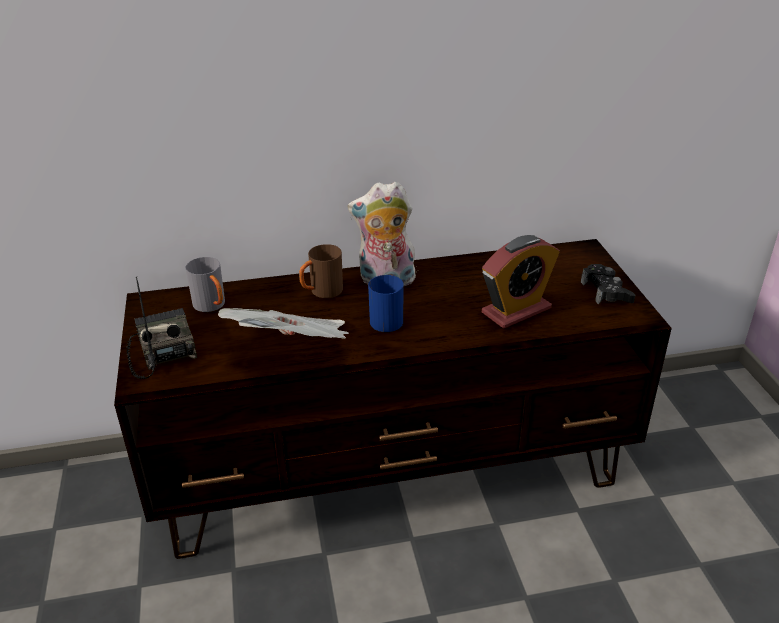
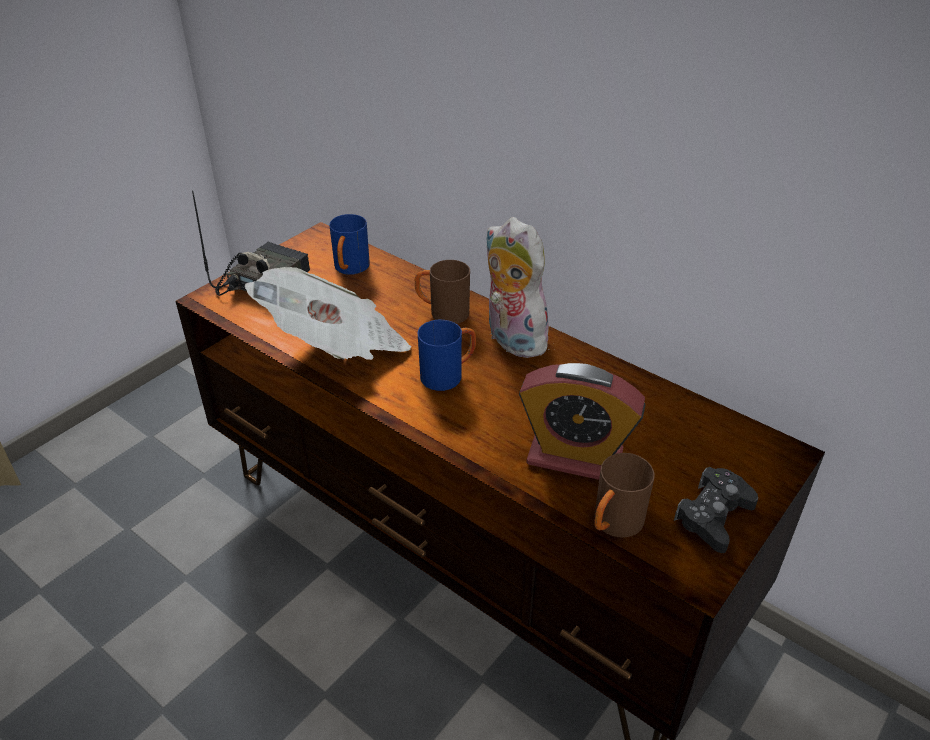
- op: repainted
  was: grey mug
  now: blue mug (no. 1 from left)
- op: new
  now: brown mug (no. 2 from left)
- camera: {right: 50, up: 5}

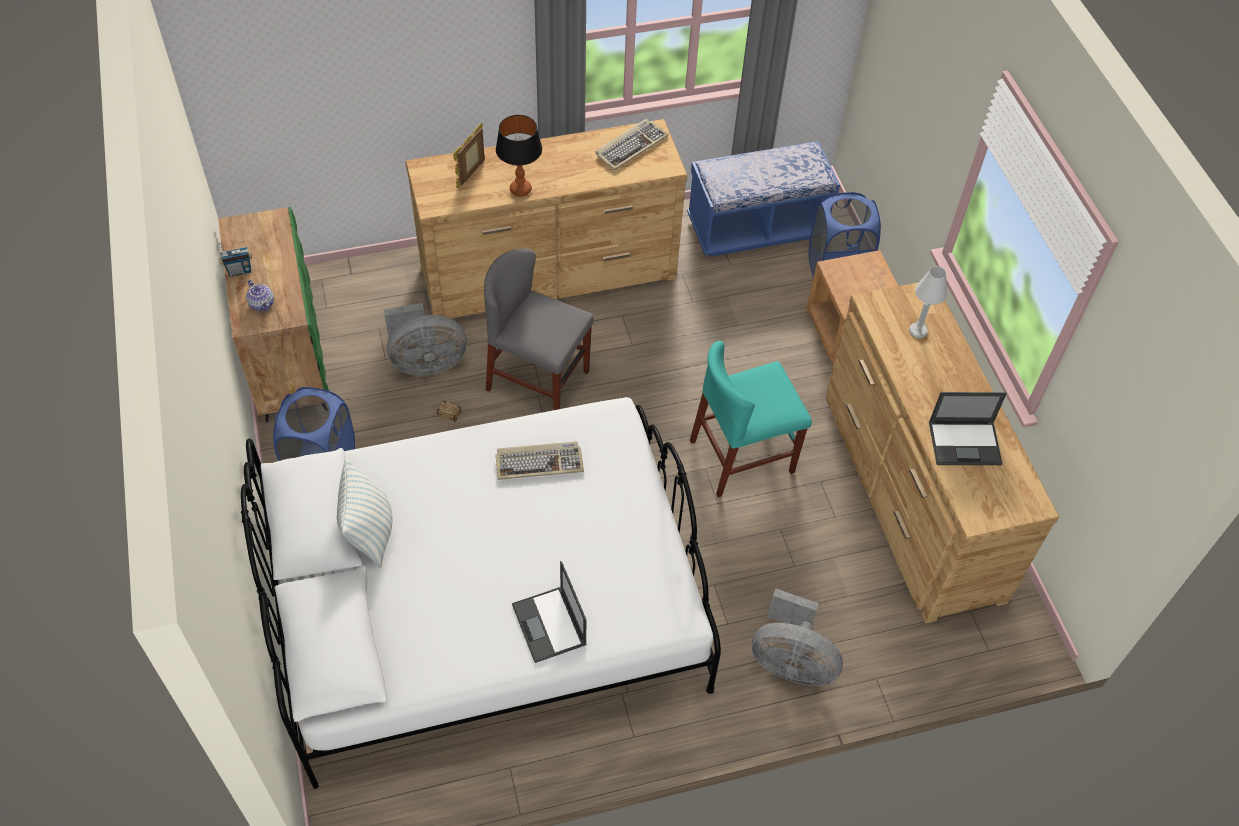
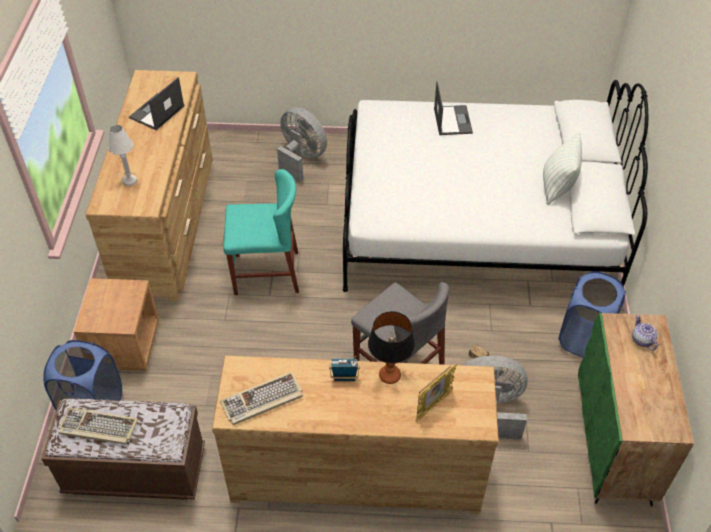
- op: repainted
  was: blue bench
  now: brown bench
- op: shifted
  was: keyboard (no. 1 from left)
- op: rotated
  was: laptop (no. 2 from left in the first image)
  clockwise: -75
- op: shifted
  was: radio
- camera: {right: -160, up: -5}

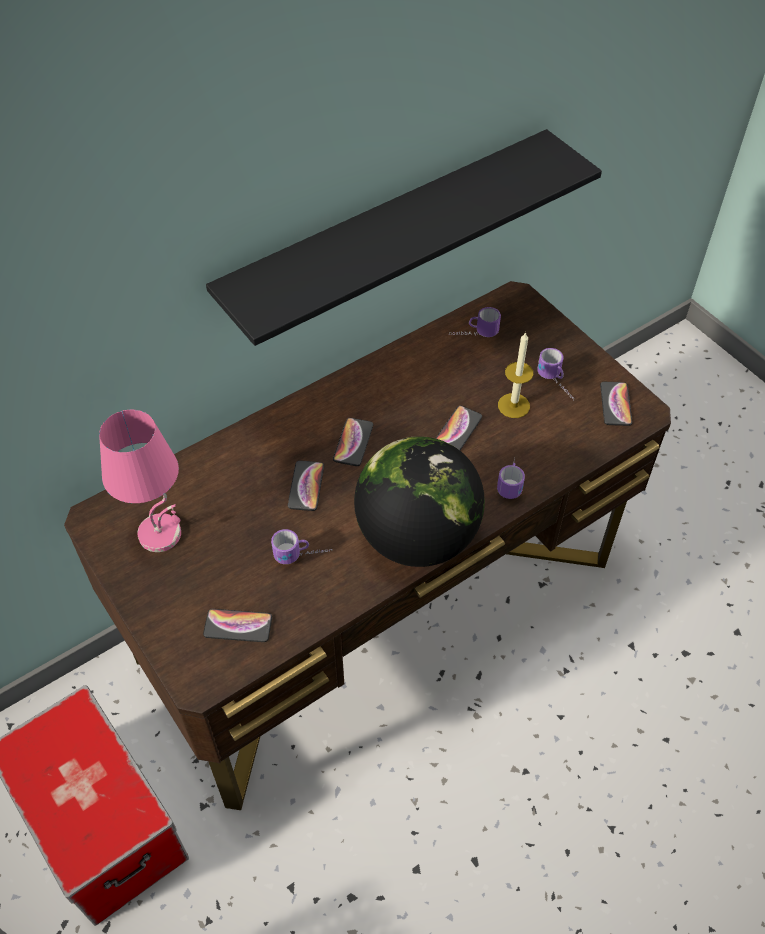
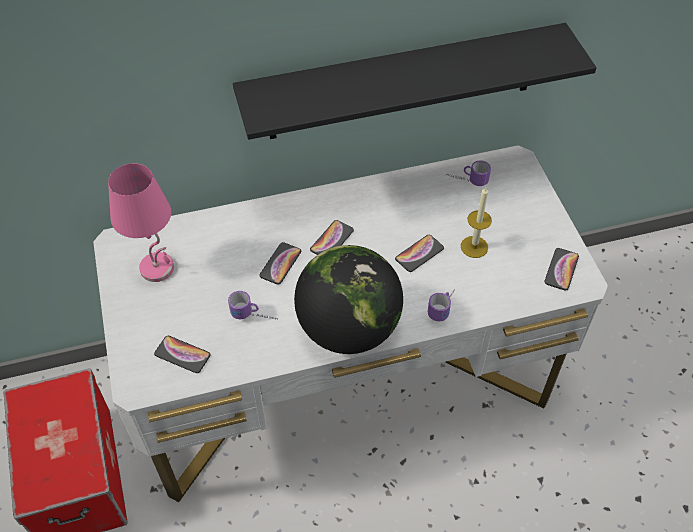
- op: repainted
  was: brown desk
  now: white desk
- op: gone
  was: mug (no. 4 from left)
- camera: {right: 20, up: 0}

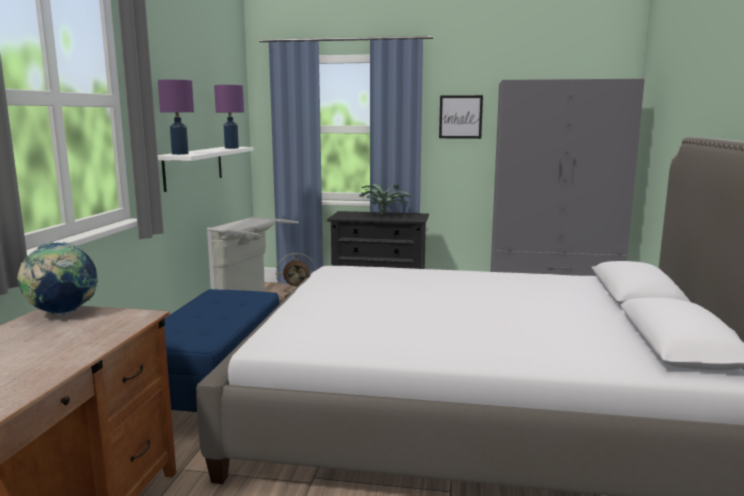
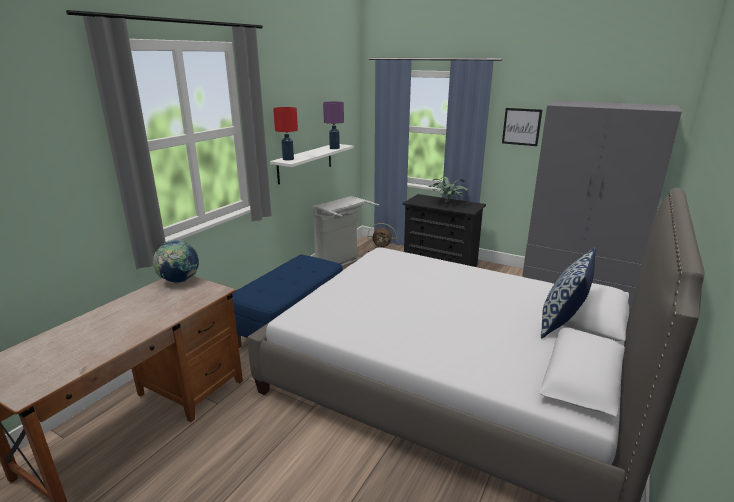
- op: repainted
  was: purple table lamp (no. 1 from left)
  now: red table lamp
- op: new
  now: pillow
- camera: {right: 20, up: 10}

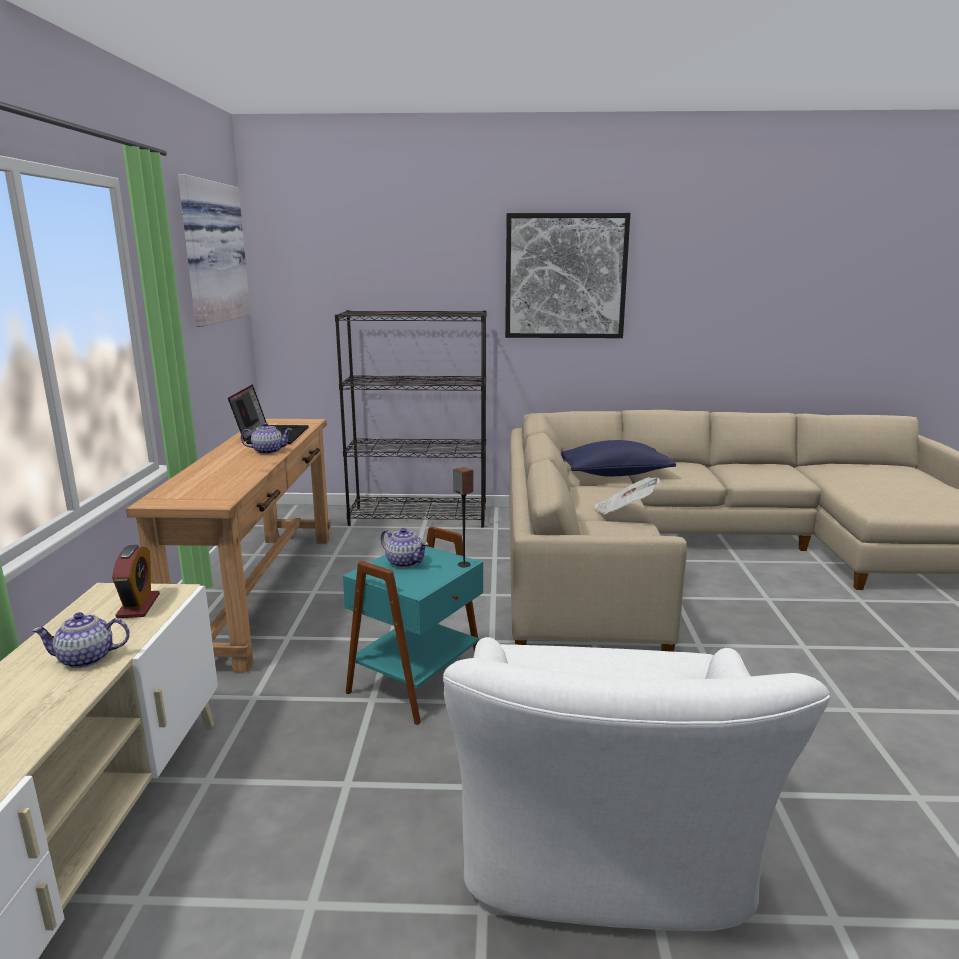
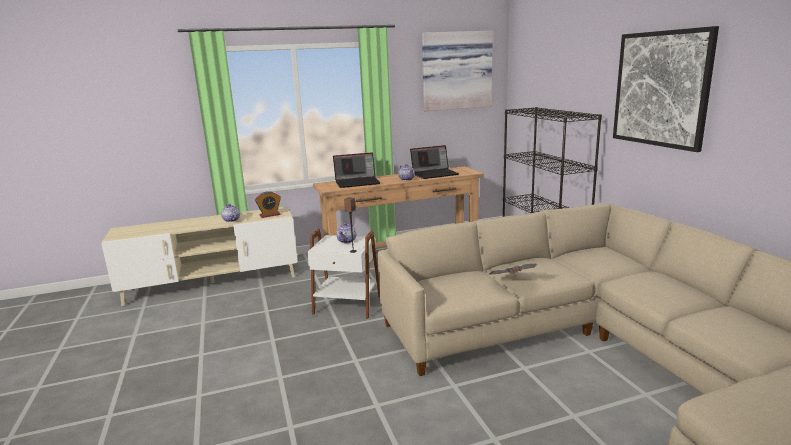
- op: repainted
  was: turquoise side table
  now: white side table
- op: new
  now: laptop (no. 1 from left)
- op: gone
  was: white armchair
- op: gone
  was: blue pillow
- camera: {right: 70, up: 0}

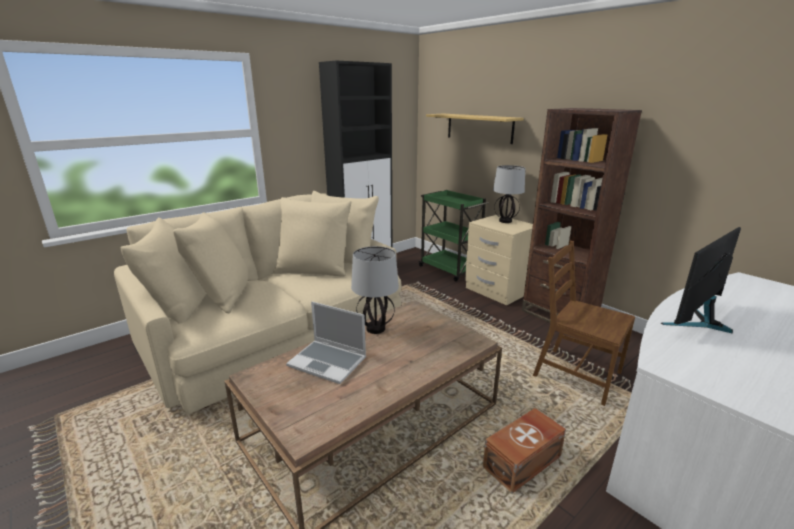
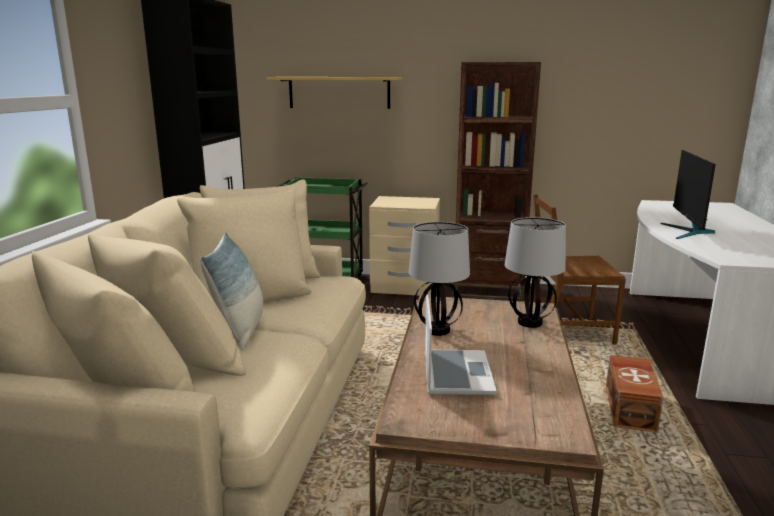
- op: new
  now: pillow
- op: rotated
  was: laptop
  clockwise: -75
- op: shifted
  was: table lamp (no. 2 from left)
- camera: {right: -40, up: -5}

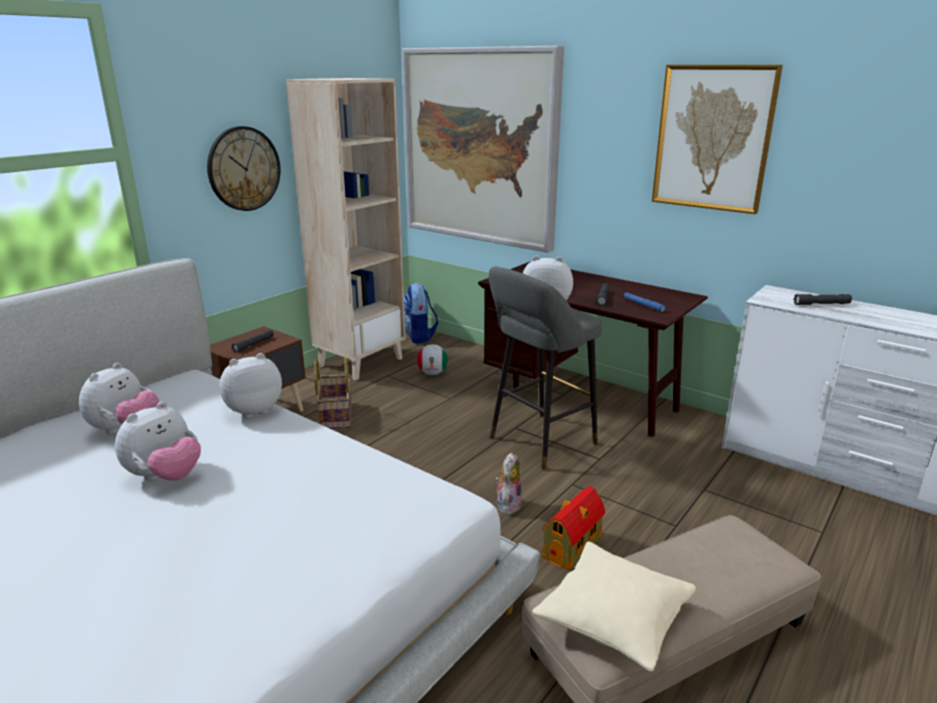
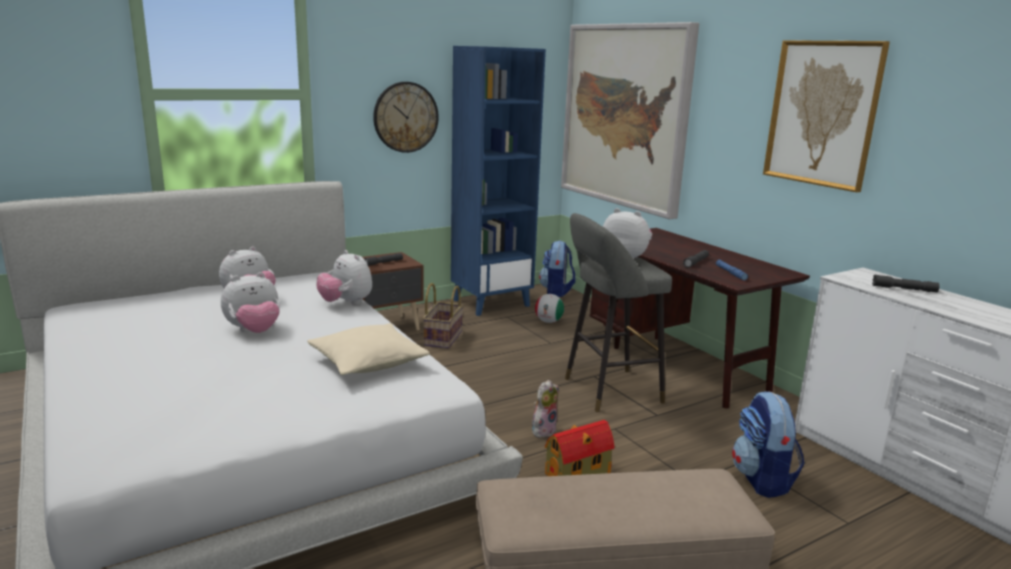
- op: shifted
  was: beige pillow
- op: rotated
  was: plush toy (no. 3 from left)
  clockwise: -120
- op: repainted
  was: beige bookcase
  now: blue bookcase
- op: new
  now: backpack (no. 2 from left)
- camera: {right: 20, up: -5}

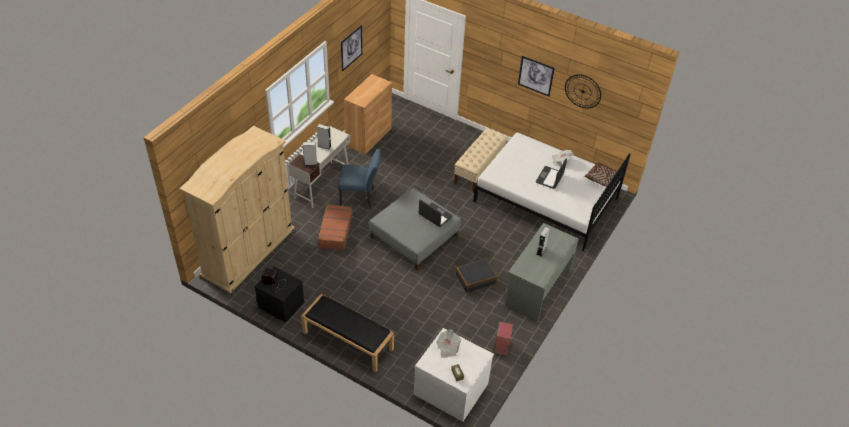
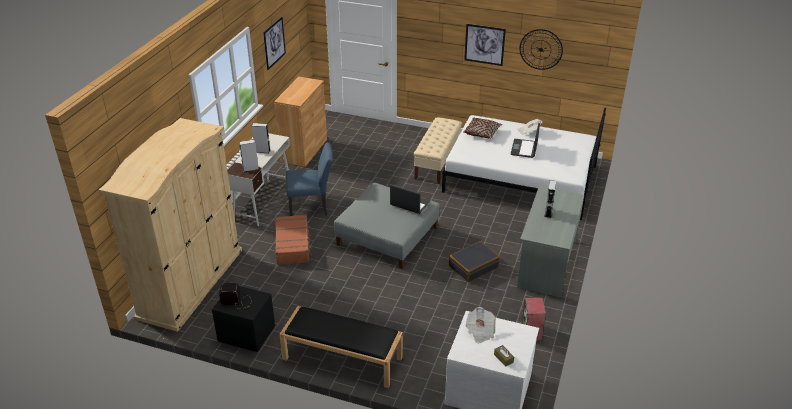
- op: shifted
  was: brown pillow
- camera: {right: -10, up: -10}

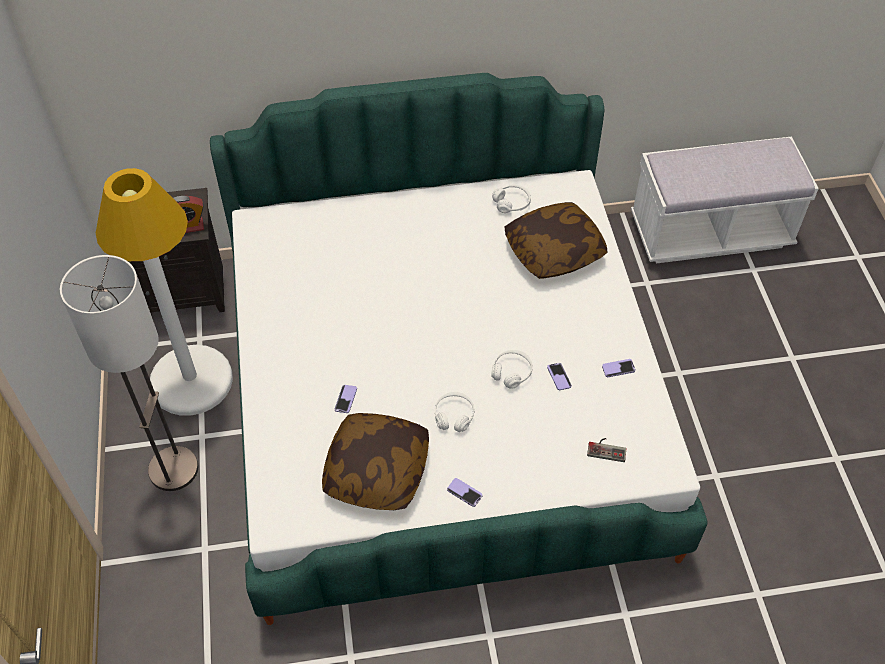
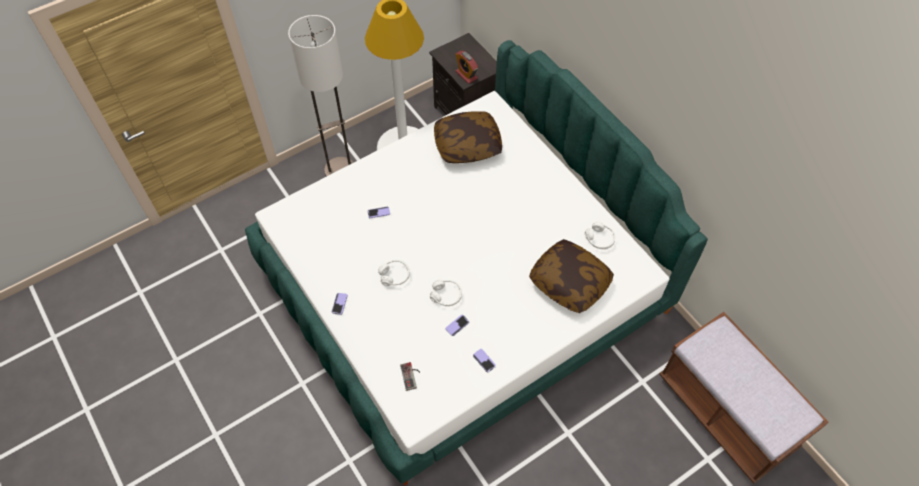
- op: shifted
  was: pillow (no. 1 from left)
- op: repainted
  was: white bench
  now: brown bench
- camera: {right: 65, up: 5}

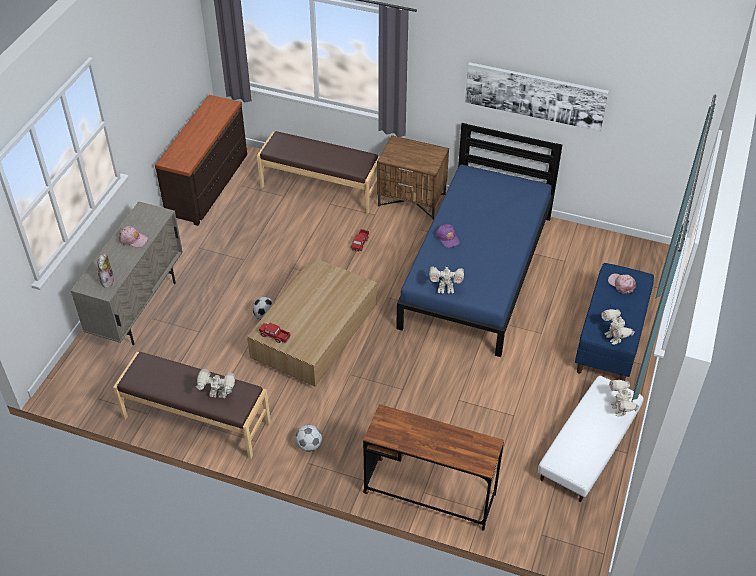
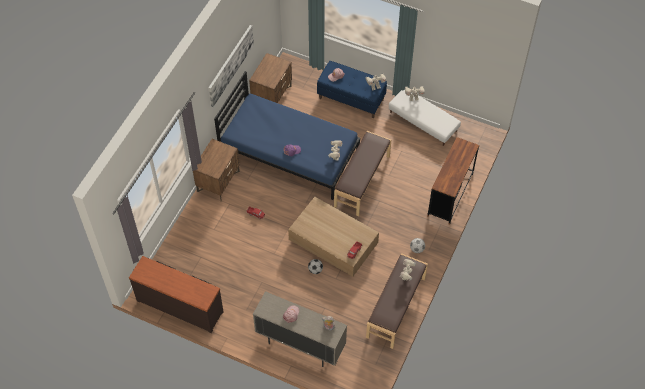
- op: new
  now: brown nightstand (no. 2 from left)
- op: shifted
  was: brown bench (no. 2 from left in the first image)
  now: brown bench (no. 1 from left)
- camera: {right: -85, up: 10}

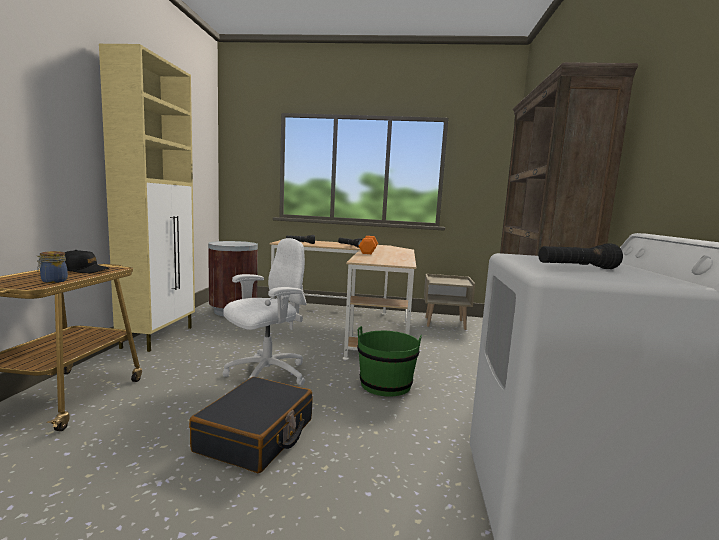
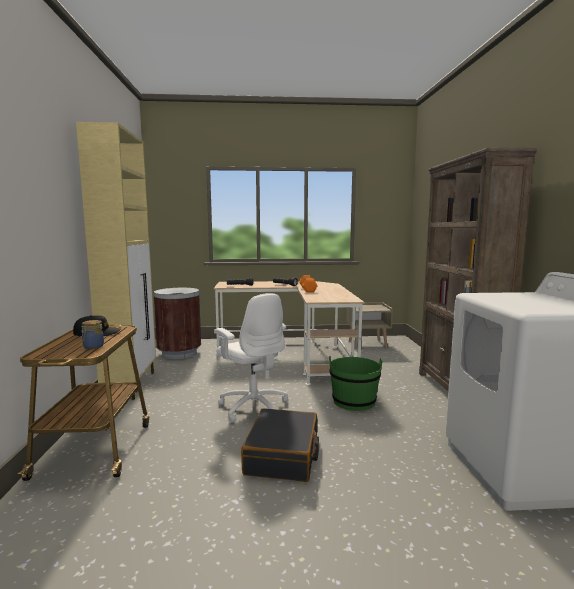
- op: rotated
  was: white office chair
  clockwise: 105
- op: gone
  was: black flashlight (no. 3 from left)
- camera: {right: -10, up: 0}

